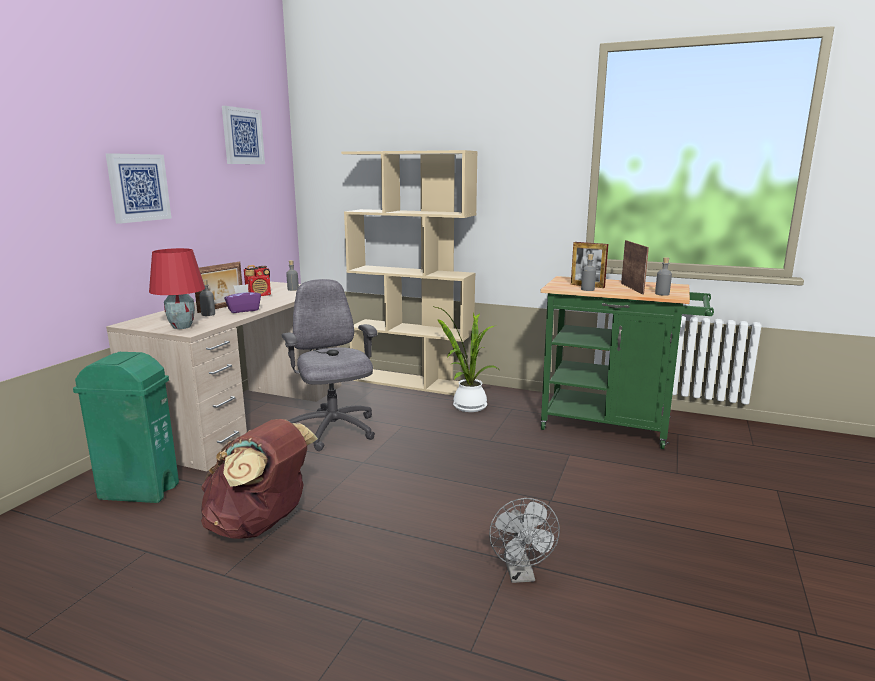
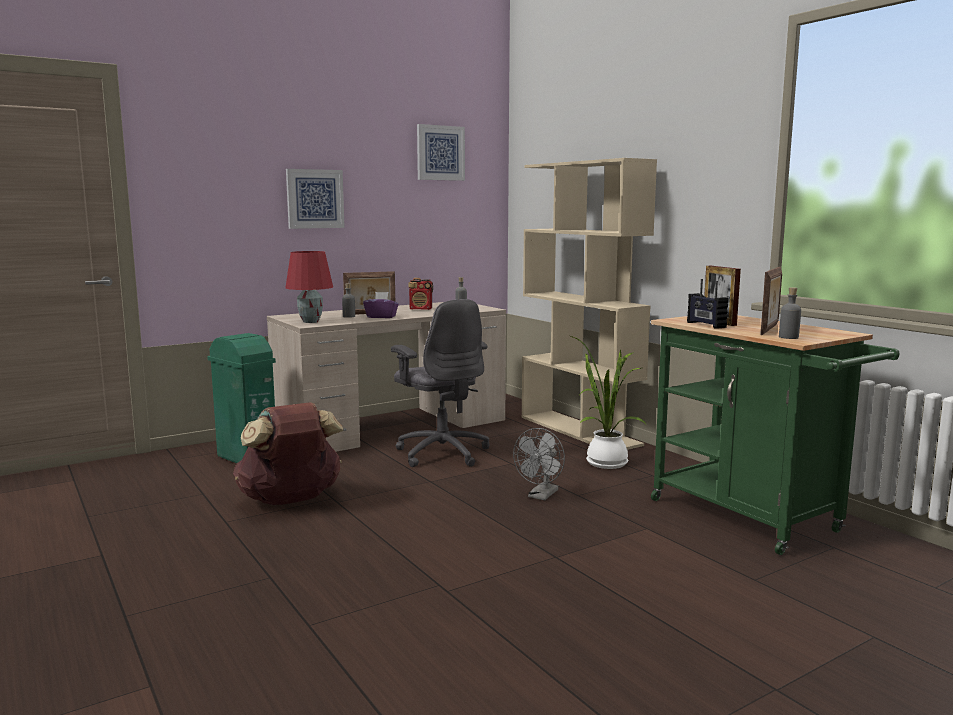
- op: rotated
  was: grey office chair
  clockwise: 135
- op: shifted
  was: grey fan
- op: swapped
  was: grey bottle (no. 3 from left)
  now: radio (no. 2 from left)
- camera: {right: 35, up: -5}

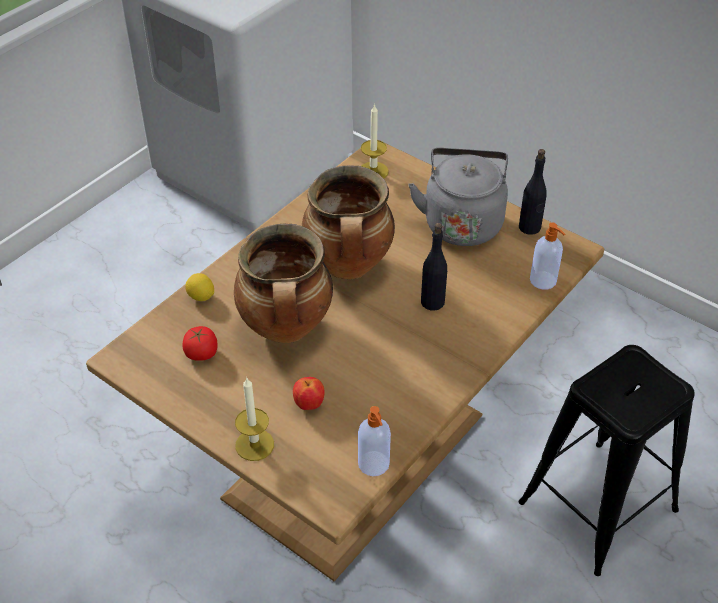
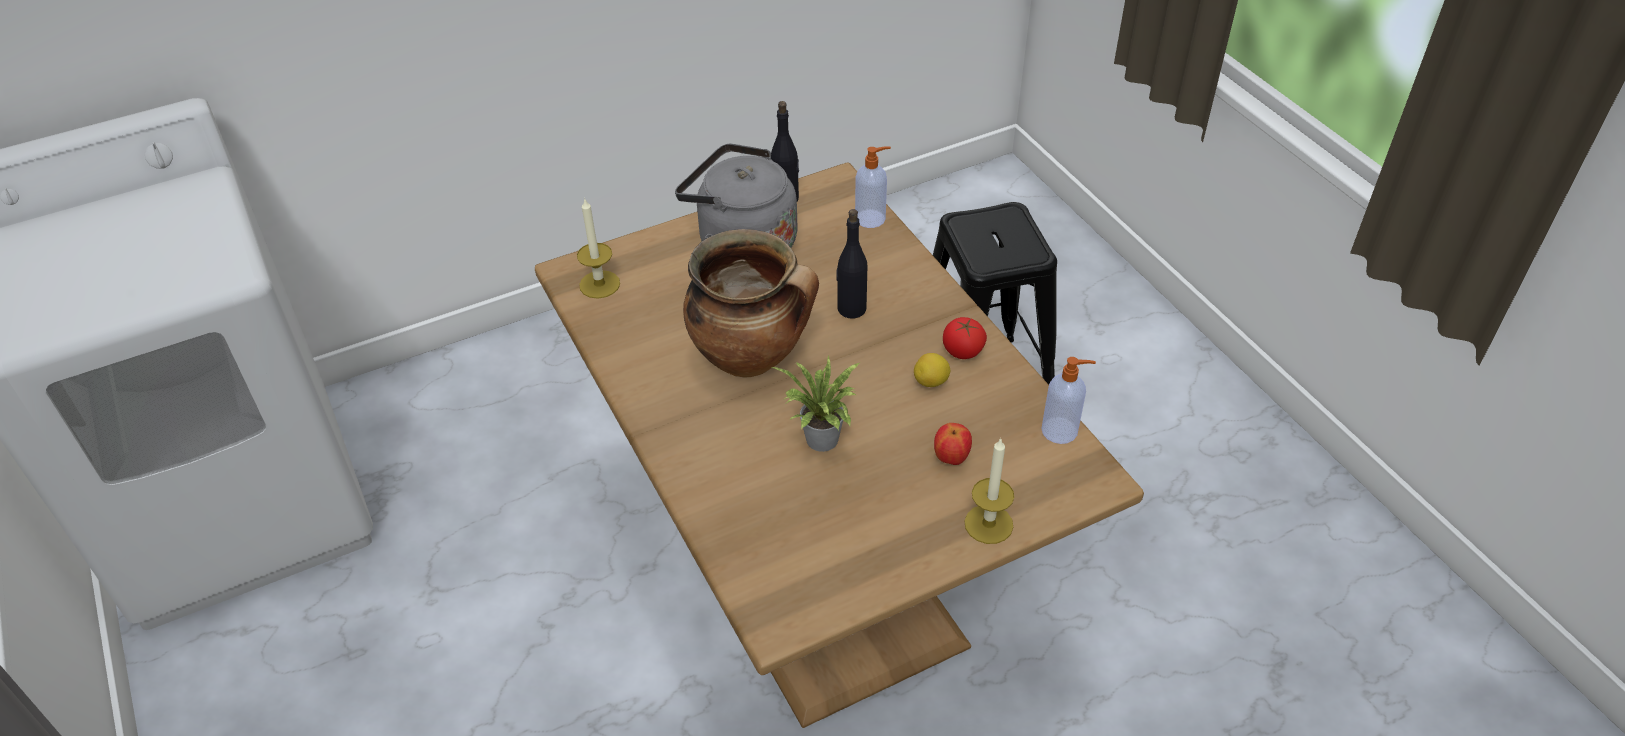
- op: swapped
  was: cooking pot (no. 1 from left)
  now: potted plant
- op: shifted
  was: lemon
- op: shifted
  was: tomato
- camera: {right: -65, up: 0}

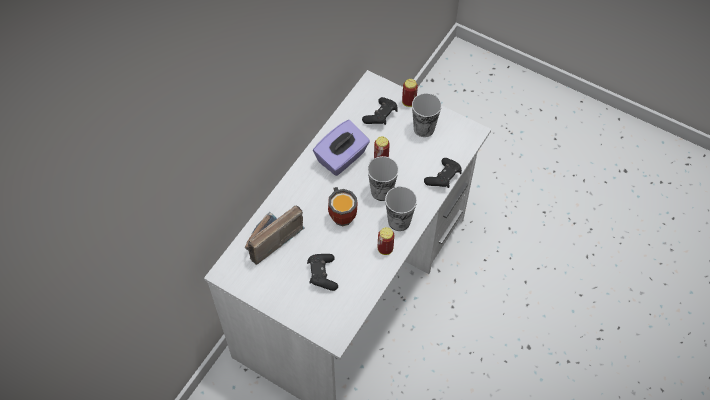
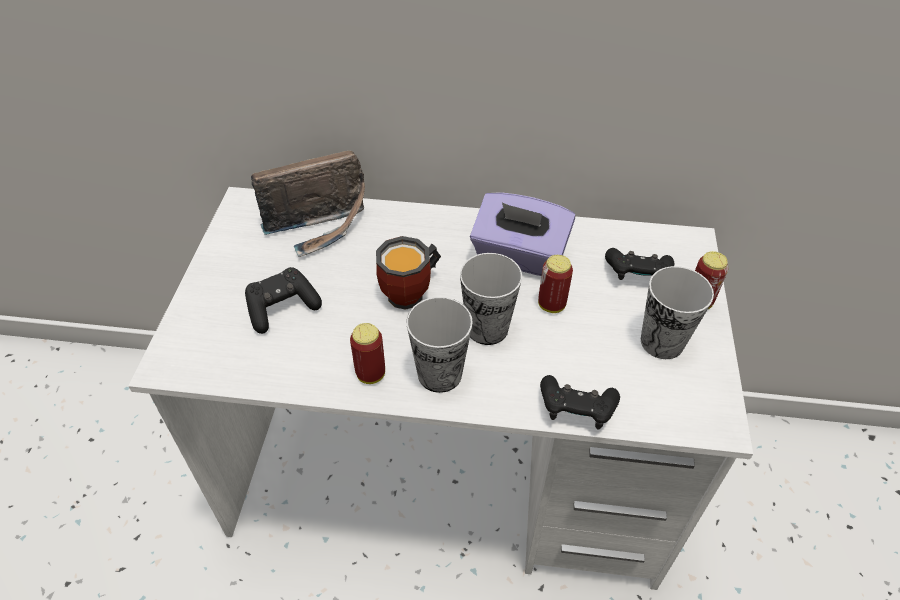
- op: rotated
  was: radio
  clockwise: 135
- camera: {right: 65, up: -10}

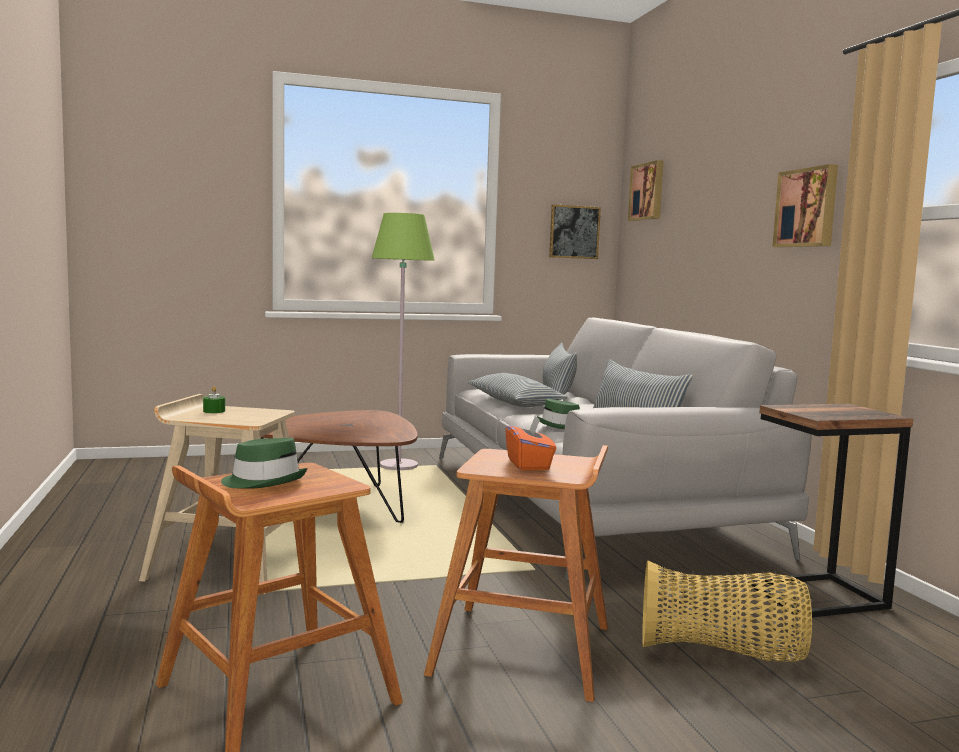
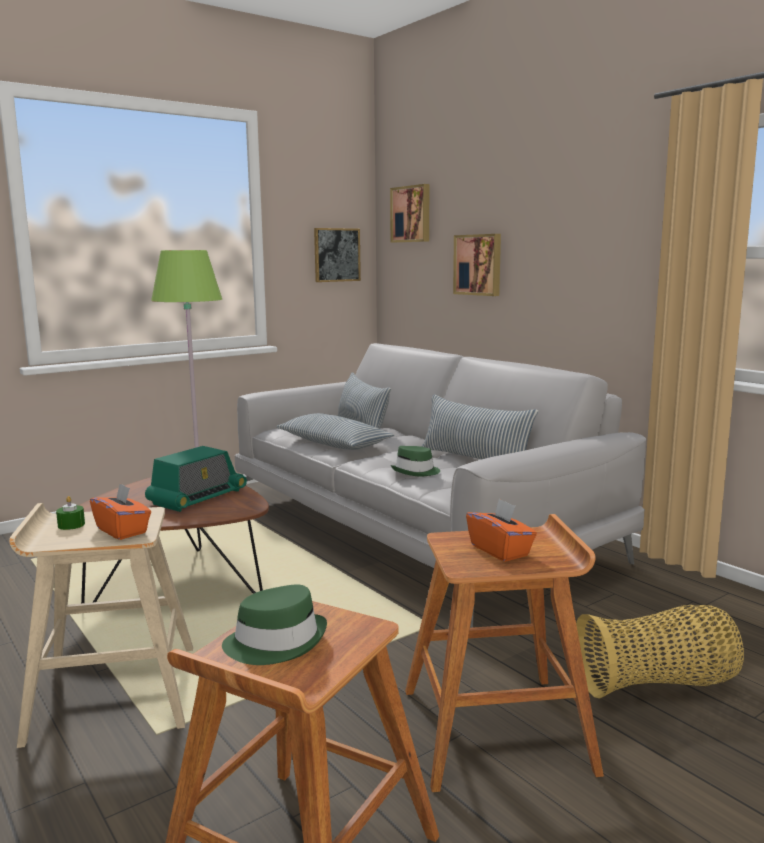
- op: new
  now: orange tissue box (no. 1 from left)
- op: new
  now: radio
- op: shifted
  was: picture (no. 3 from left)
- op: gone
  was: side table
- camera: {right: -20, up: 5}

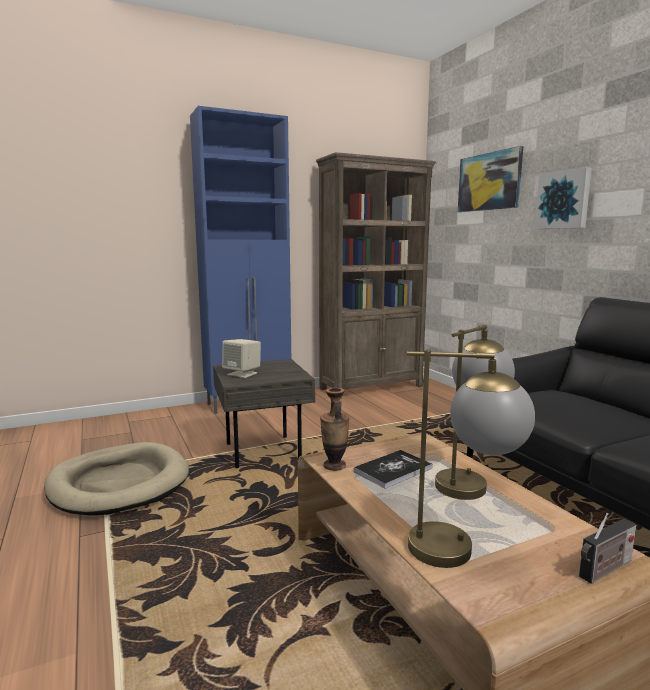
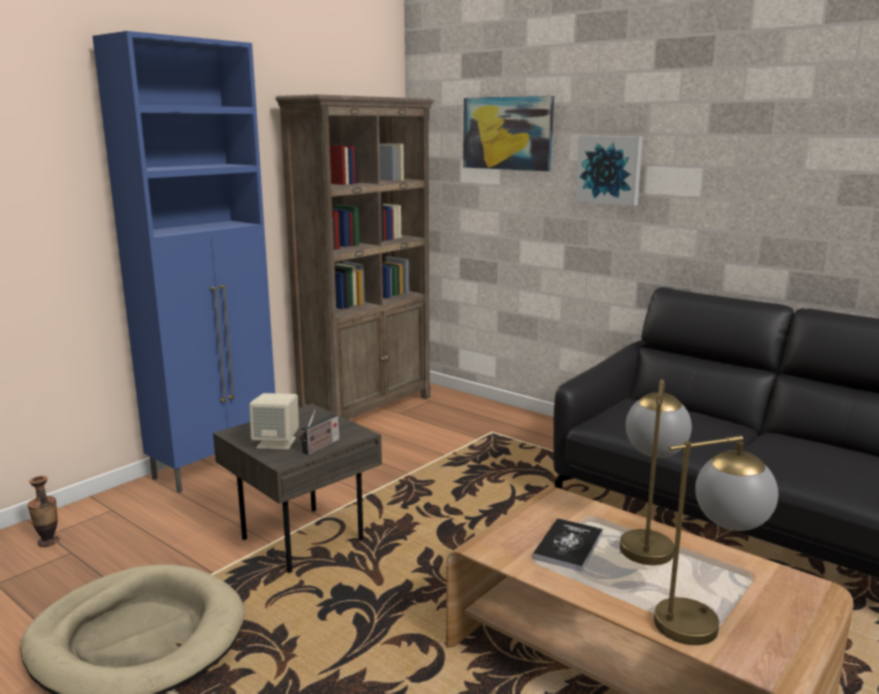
- op: shifted
  was: vase
- op: shifted
  was: radio
- camera: {right: -25, up: 5}

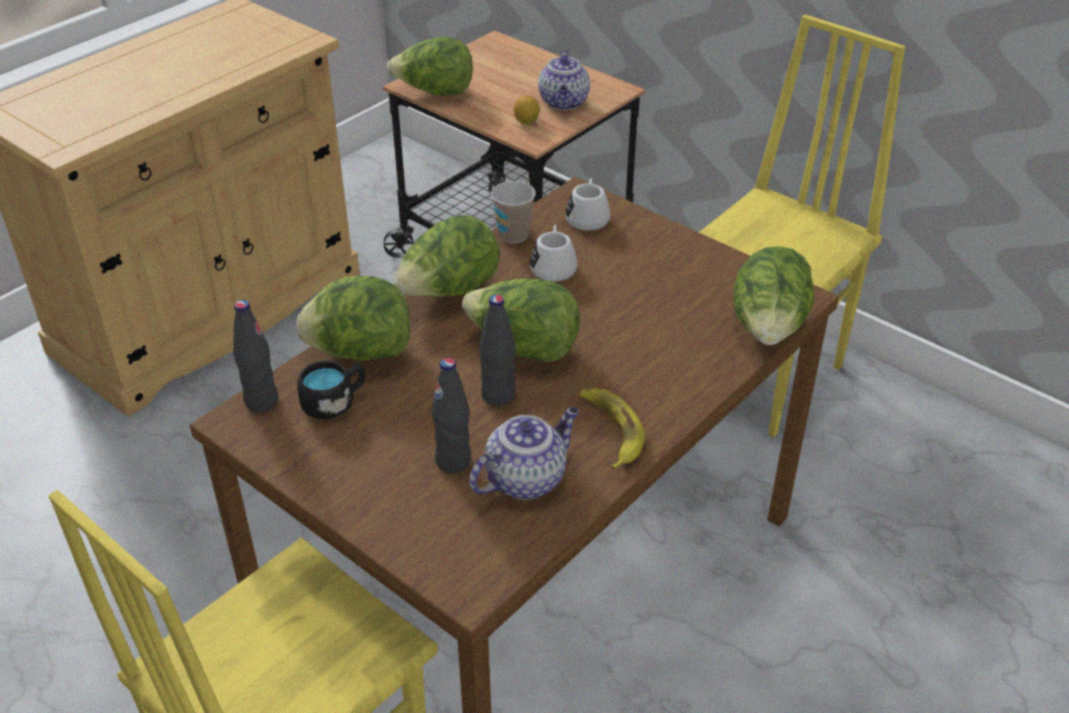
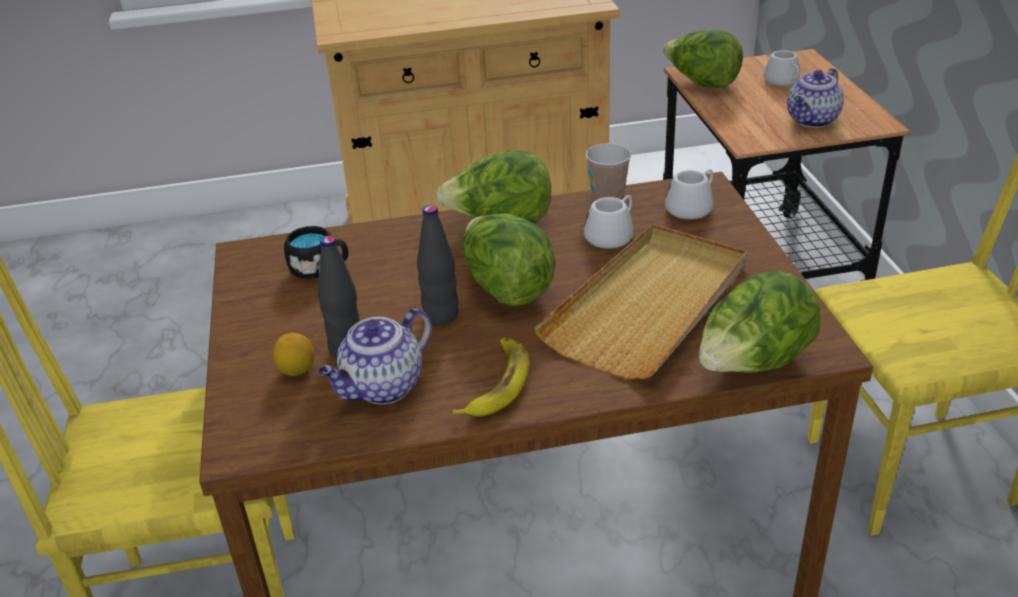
- op: shifted
  was: lemon
- op: rotated
  was: teapot (no. 1 from left)
  clockwise: 135
- op: new
  now: beige tray
- op: new
  now: white mug (no. 3 from left)
- op: gone
  was: black bottle (no. 1 from left)
- op: gone
  was: lettuce (no. 1 from left)
- camera: {right: 40, up: -5}

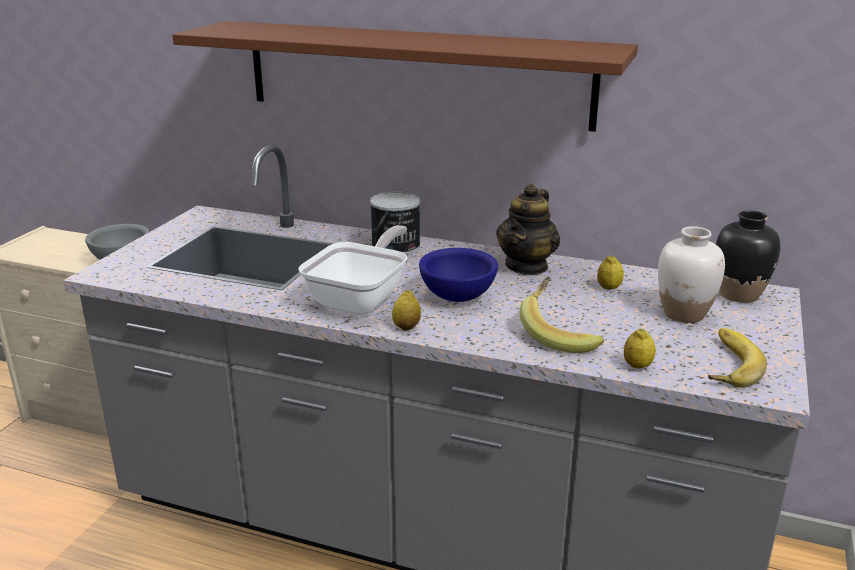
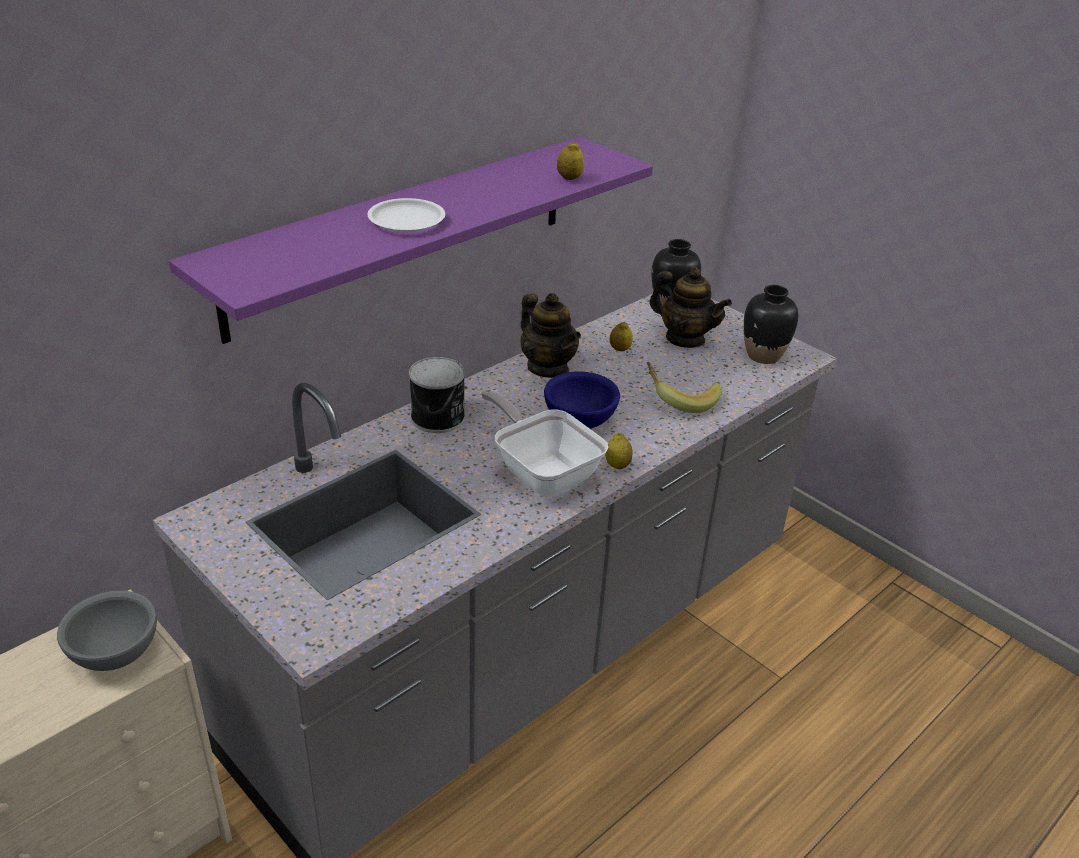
- op: repainted
  was: brown shelf
  now: purple shelf
- op: new
  now: white plate
- op: shifted
  was: lemon (no. 3 from left in the first image)
  now: lemon (no. 1 from left)
- op: swapped
  was: white vase
  now: teapot (no. 2 from left)
- op: swapped
  was: banana (no. 2 from left)
  now: black vase (no. 2 from left)
- camera: {right: -65, up: 10}

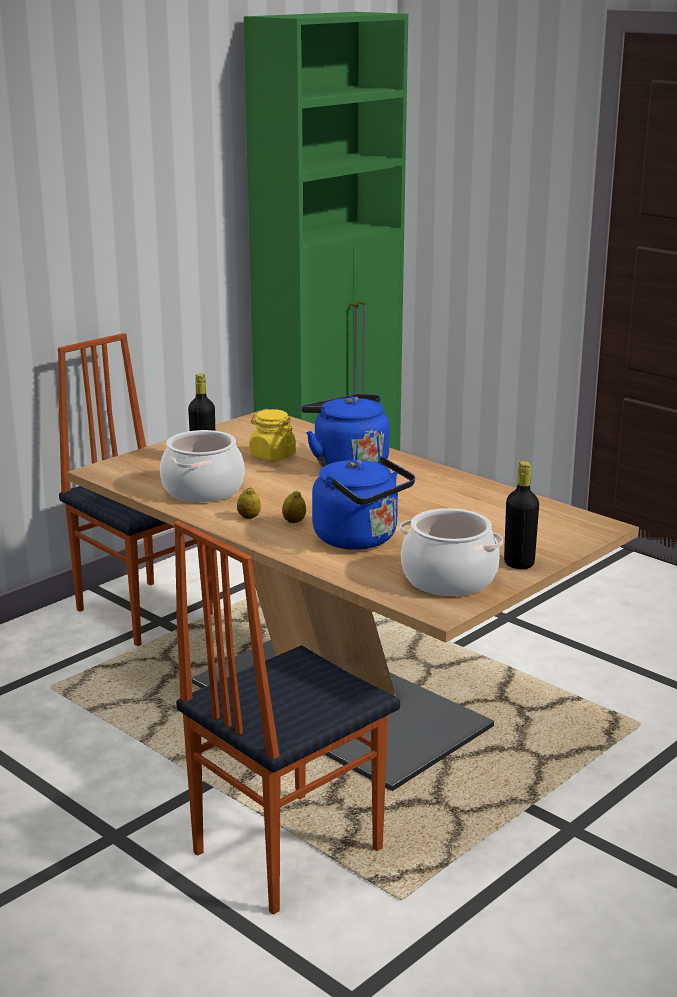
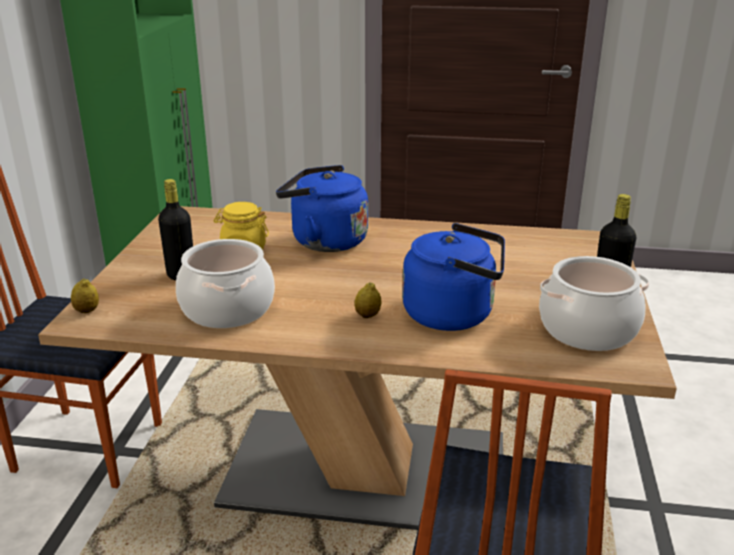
- op: shifted
  was: lemon (no. 1 from left)
- camera: {right: -35, up: 5}

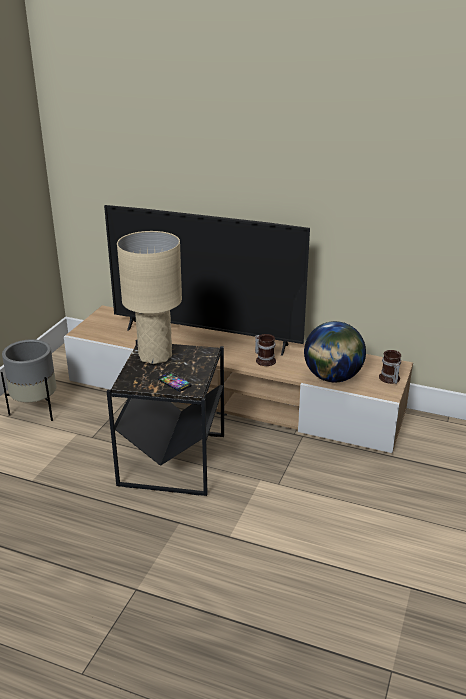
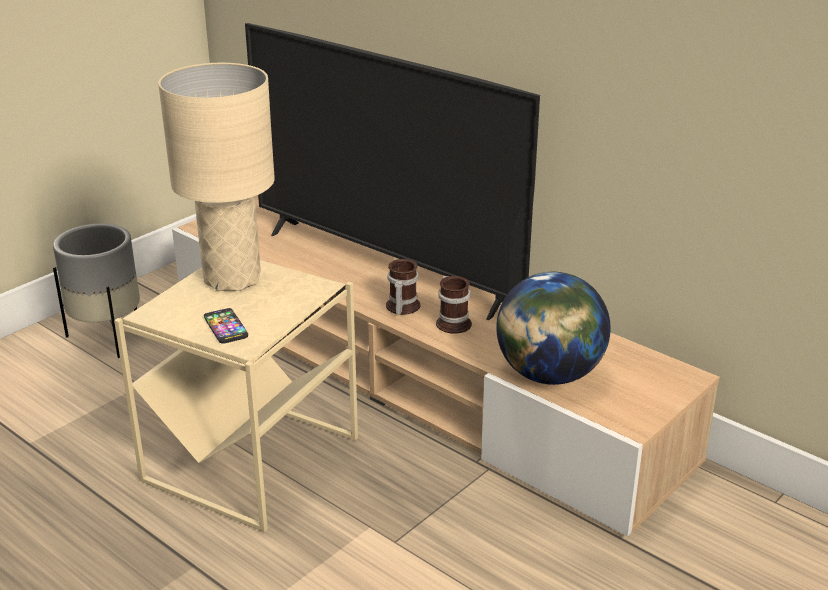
- op: repainted
  was: black side table
  now: beige side table
- op: shifted
  was: mug (no. 2 from left in the first image)
  now: mug (no. 1 from left)
- camera: {right: 20, up: 0}

